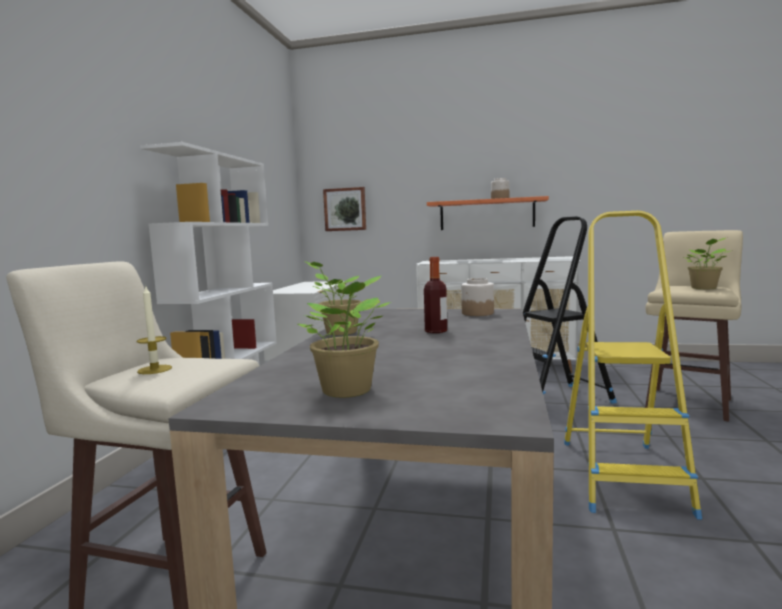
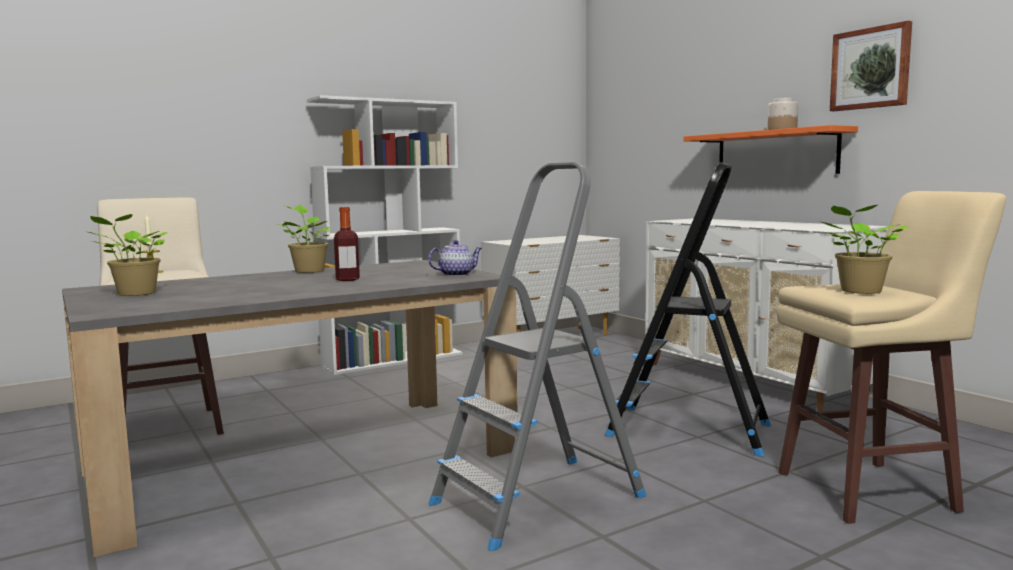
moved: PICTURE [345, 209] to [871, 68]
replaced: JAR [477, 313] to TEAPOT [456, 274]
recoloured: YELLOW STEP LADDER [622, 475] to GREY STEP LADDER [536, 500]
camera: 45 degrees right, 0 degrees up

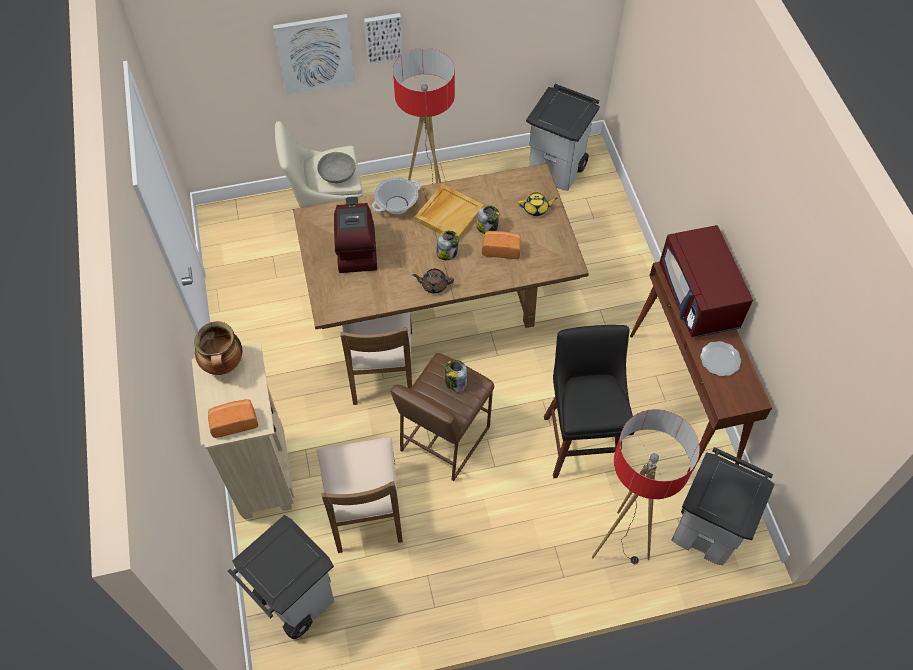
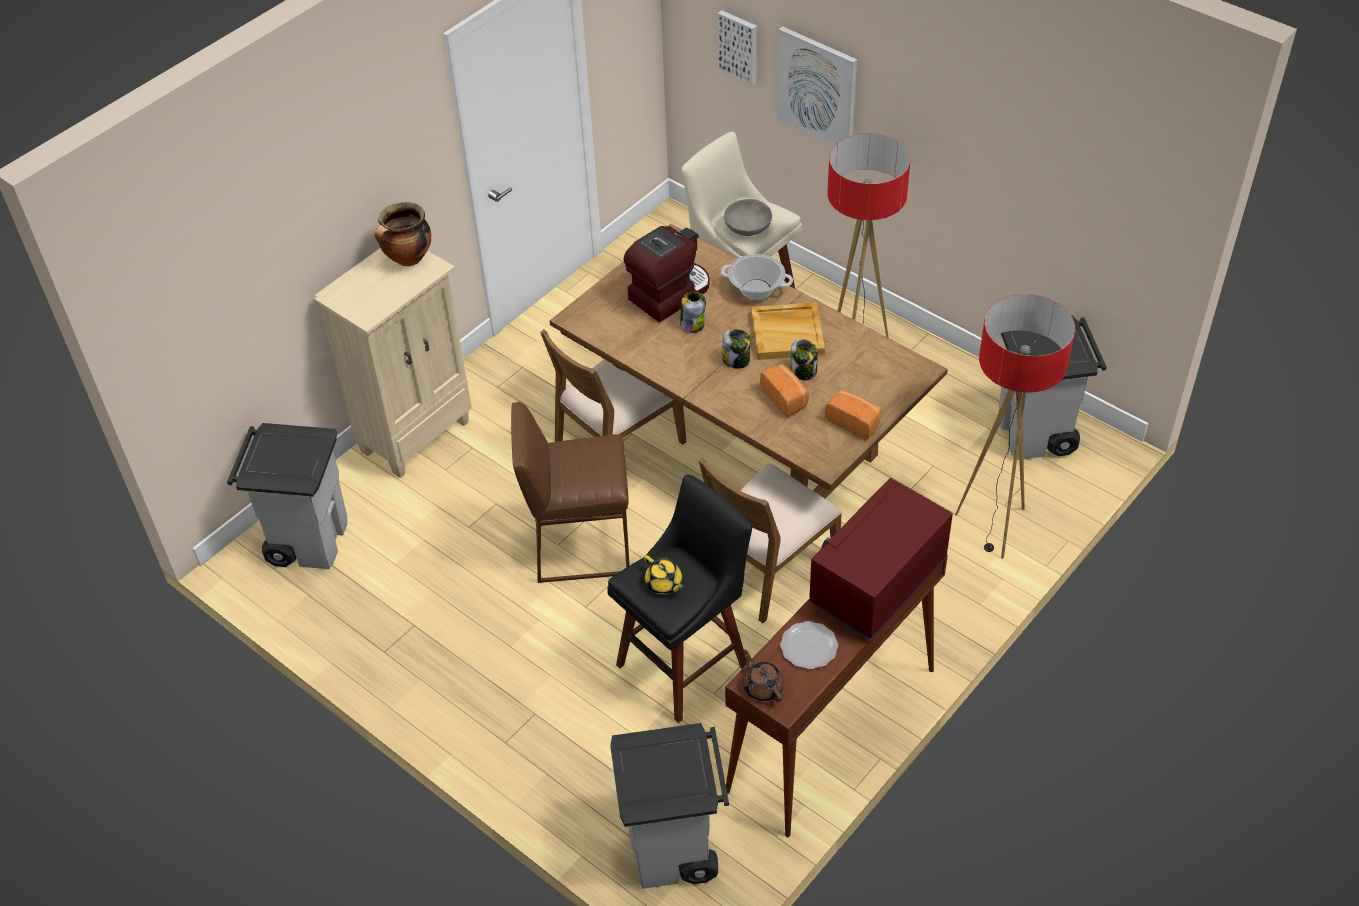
moved: YELLOW TEAPOT [536, 209] to [664, 584]; JAR [455, 382] to [692, 324]; BROWN CHAIR [364, 507] to [768, 568]; PICTURE [383, 37] to [739, 46]; BROWN TEAPOT [434, 285] to [763, 687]; BREAD [234, 422] to [854, 421]; FLOOR LAMP [619, 543] to [993, 527]
camera: 55 degrees right, 10 degrees down

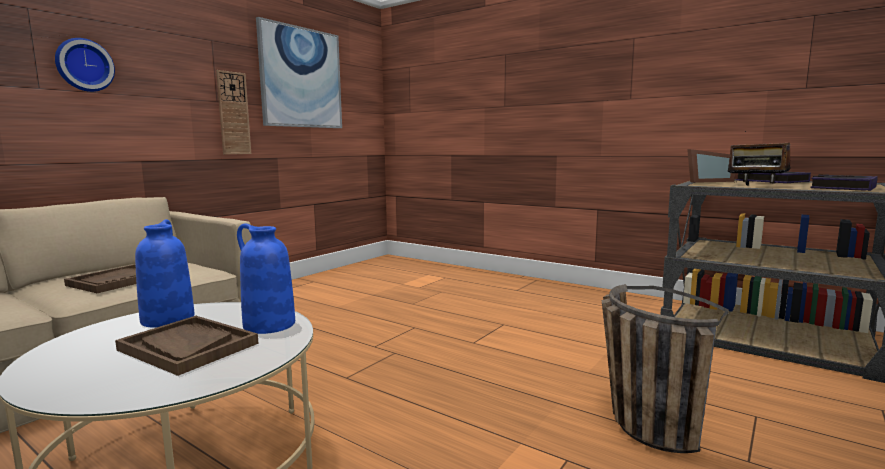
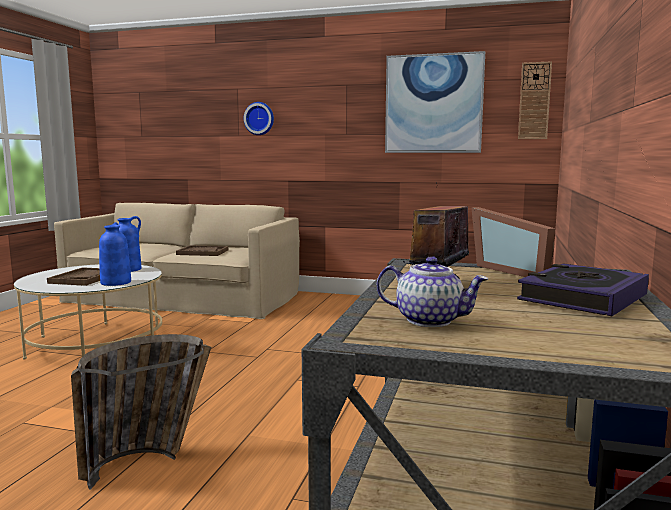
moved: WALL CLOCK [233, 113] to [534, 101]
replaced: BOOK [842, 188] to TEAPOT [430, 320]
camera: 70 degrees right, 0 degrees up

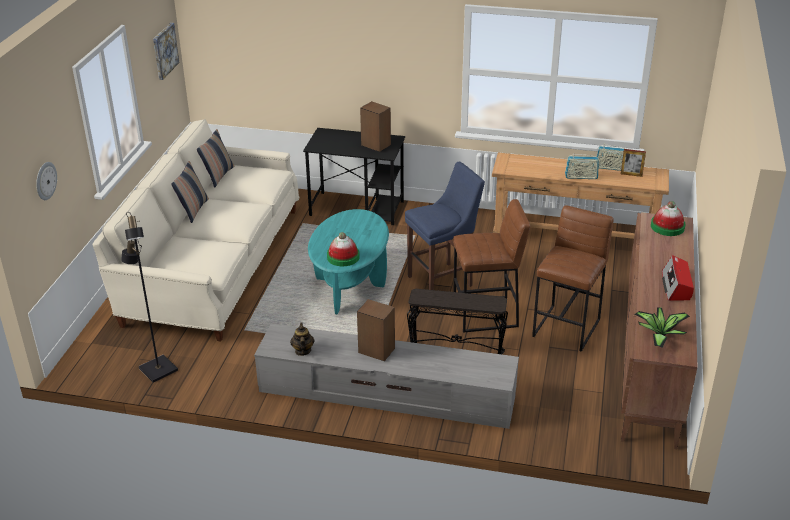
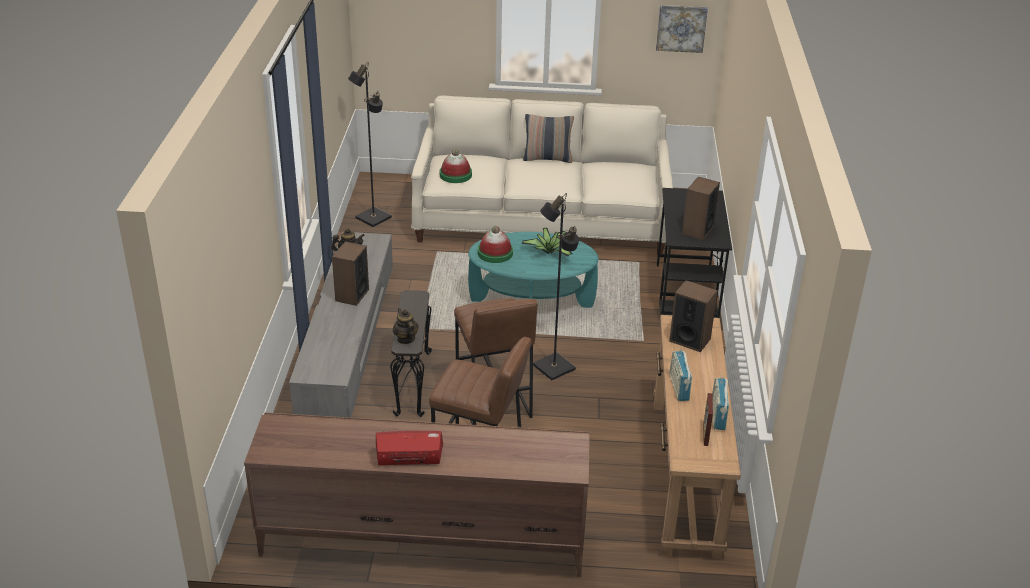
removed: WALL CLOCK [45, 180]; PILLOW [218, 176]
added: TEAPOT [405, 339]; SPEAKER [690, 340]
moved: HAT [667, 227] to [455, 175]; POTTED PLANT [660, 334] to [550, 252]
replaced: BLUE STOOL [443, 280] to BLACK FLOOR LAMP [554, 367]
camera: 80 degrees right, 0 degrees up

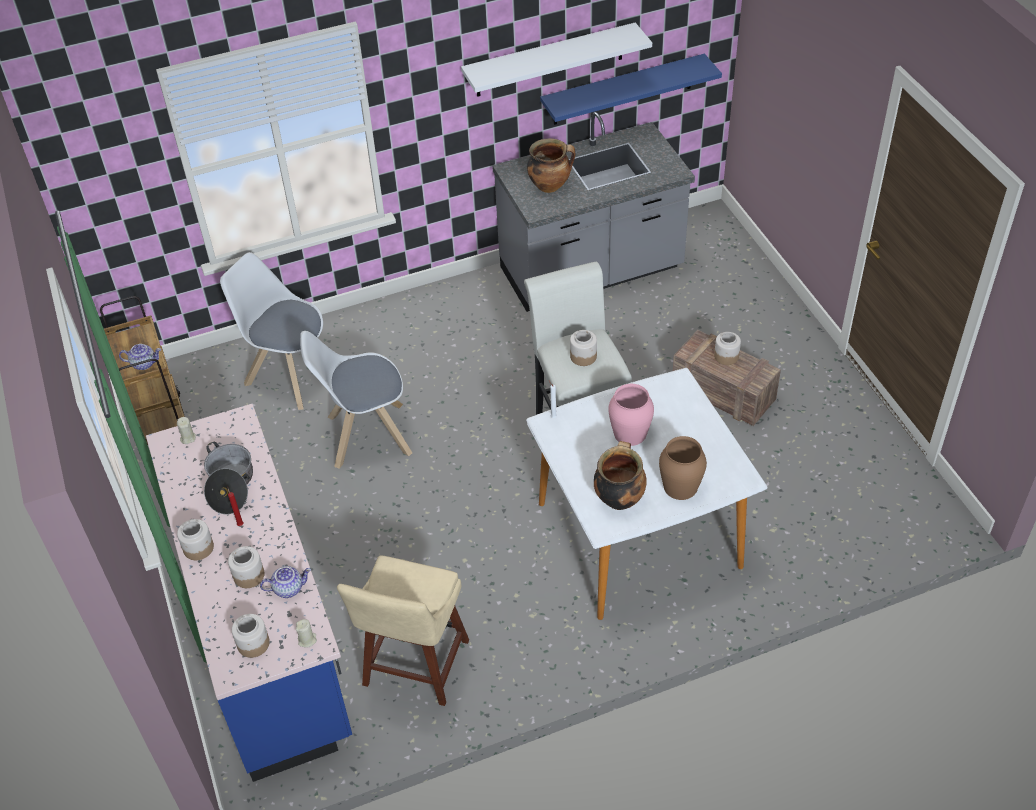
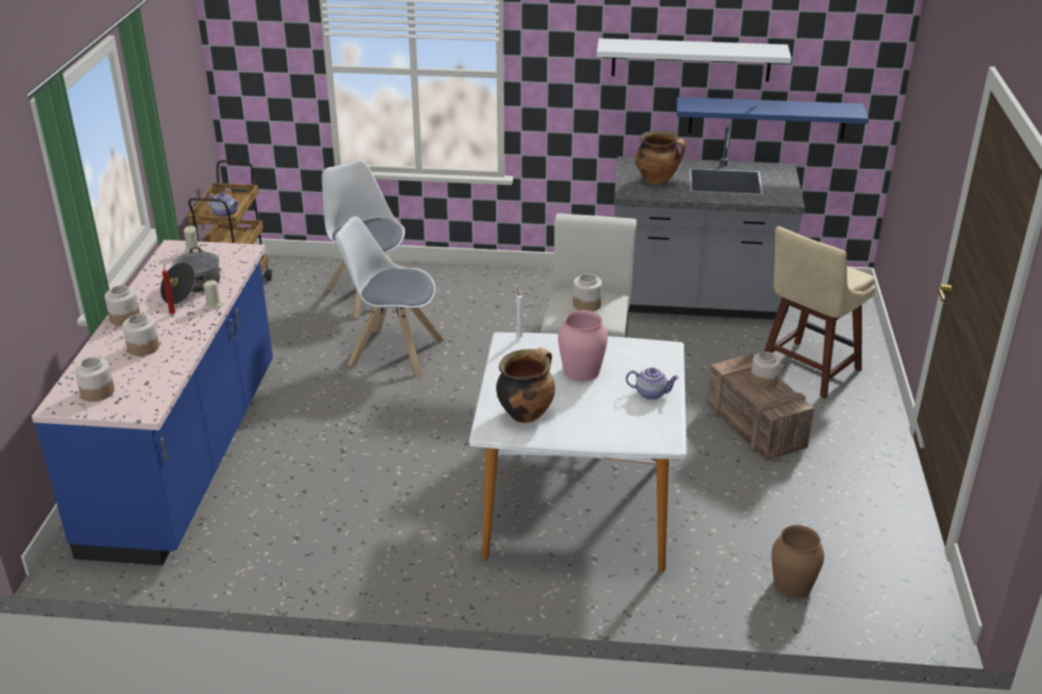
moved: BEIGE CANDLE [307, 640] to [214, 305]; TEAPOT [288, 588] to [651, 393]; BEIGE CHAIR [413, 667] to [806, 371]; BROWN VASE [681, 486] to [792, 585]
camera: 25 degrees right, 15 degrees down

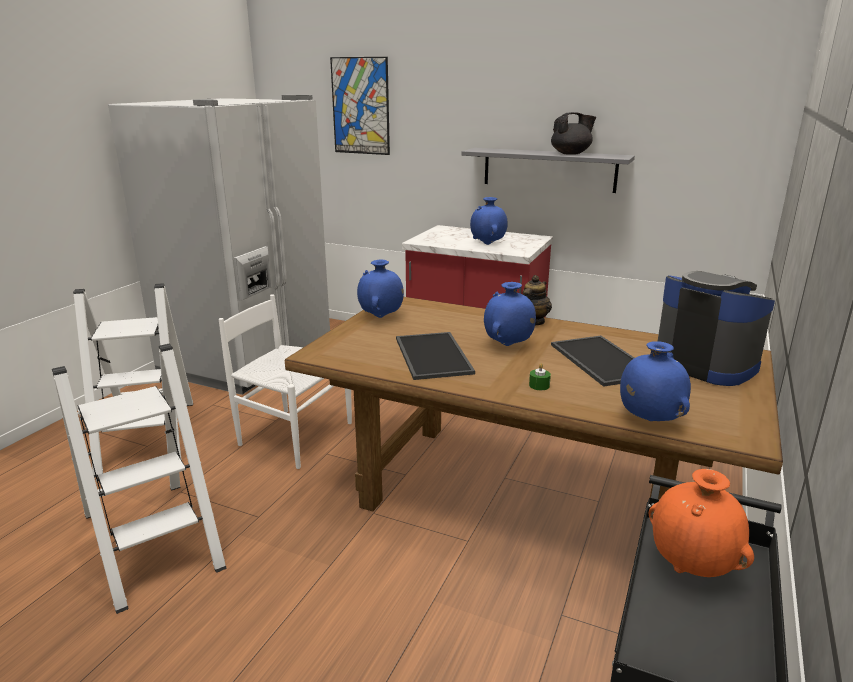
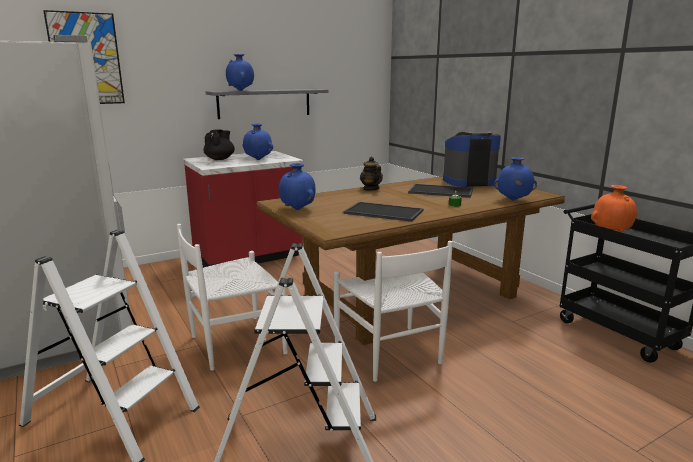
added: WHITE CHAIR [390, 354]
moved: BLACK TEAPOT [571, 154] to [220, 159]; BLUE VASE [508, 345] to [241, 90]
camera: 55 degrees left, 5 degrees down

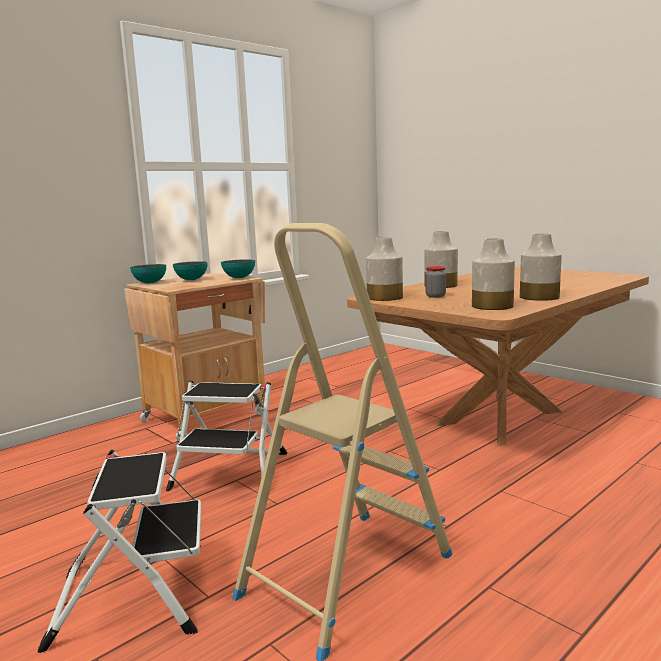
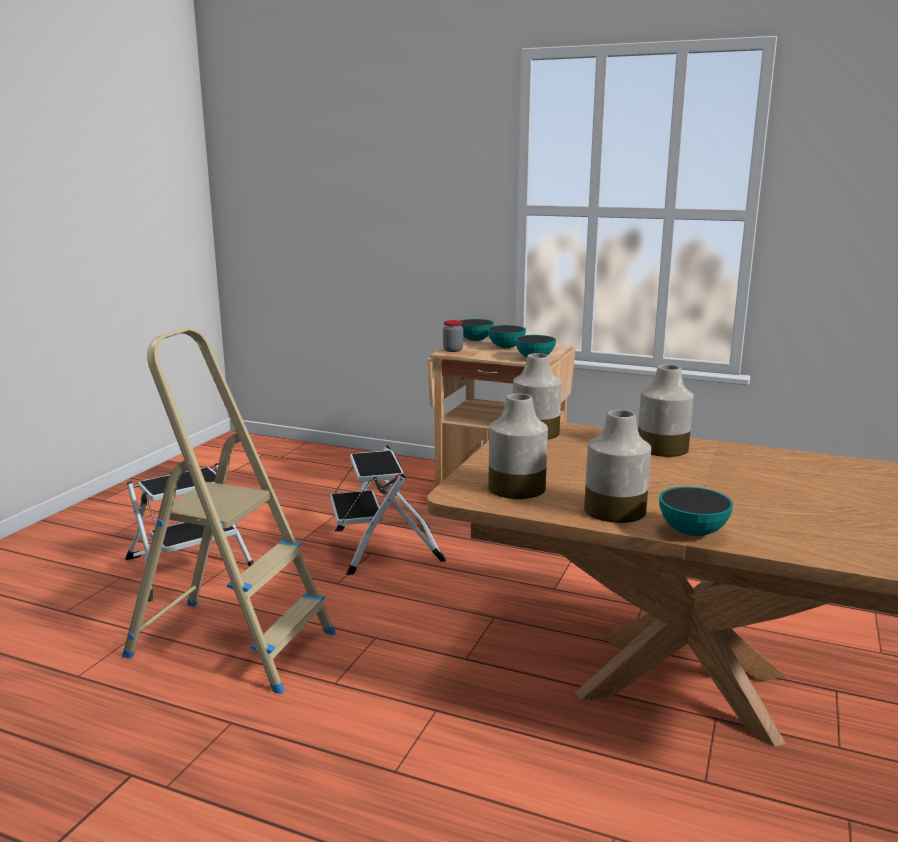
added: BOWL [692, 532]
moved: JAR [435, 296] to [453, 350]
camera: 65 degrees right, 5 degrees up

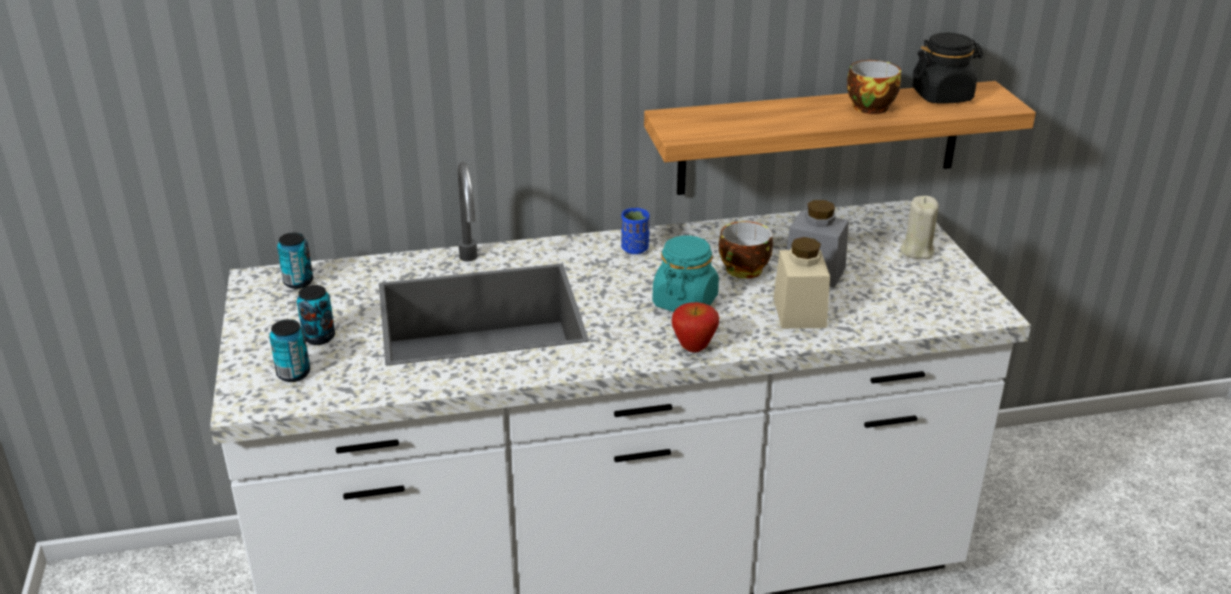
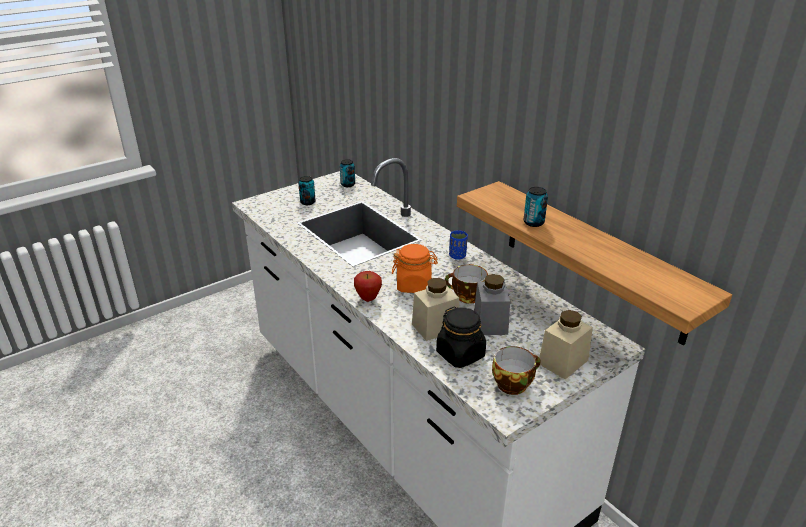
moved: BLACK JAR [942, 96] to [460, 354]; CUP [868, 106] to [513, 383]; CAN [293, 374] to [533, 222]
replaced: BEIGE CANDLE [916, 251] to BEIGE JAR [563, 362]
recoloured: TURQUOISE JAR [685, 302] to ORANGE JAR [414, 285]
camera: 65 degrees right, 0 degrees up

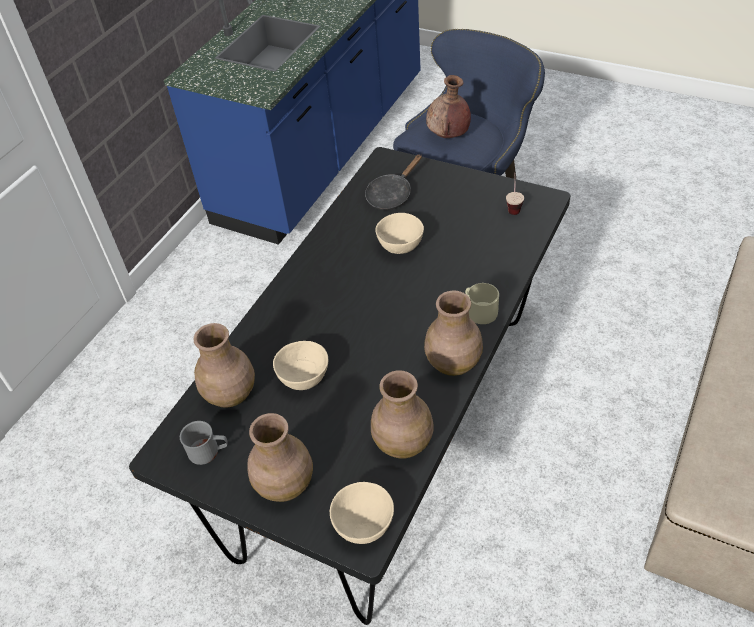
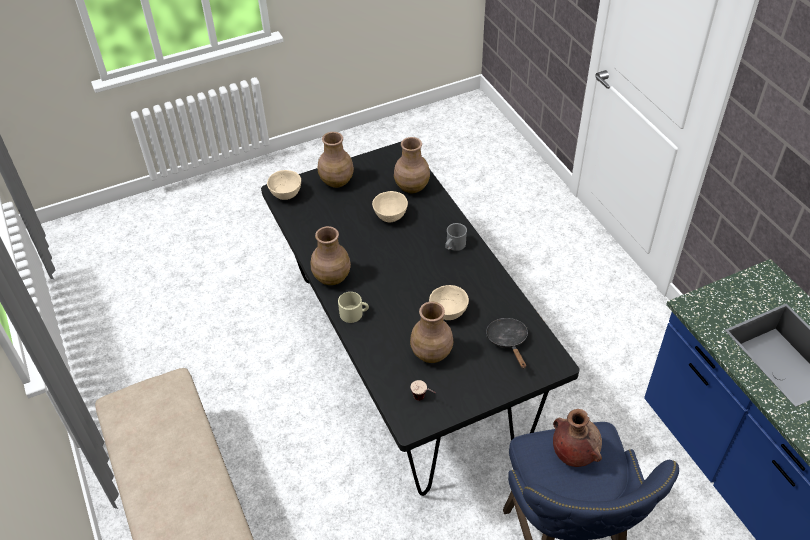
moved: BROWN VASE [403, 442] to [431, 354]; GREY MUG [208, 451] to [454, 246]
camera: 125 degrees right, 0 degrees up

